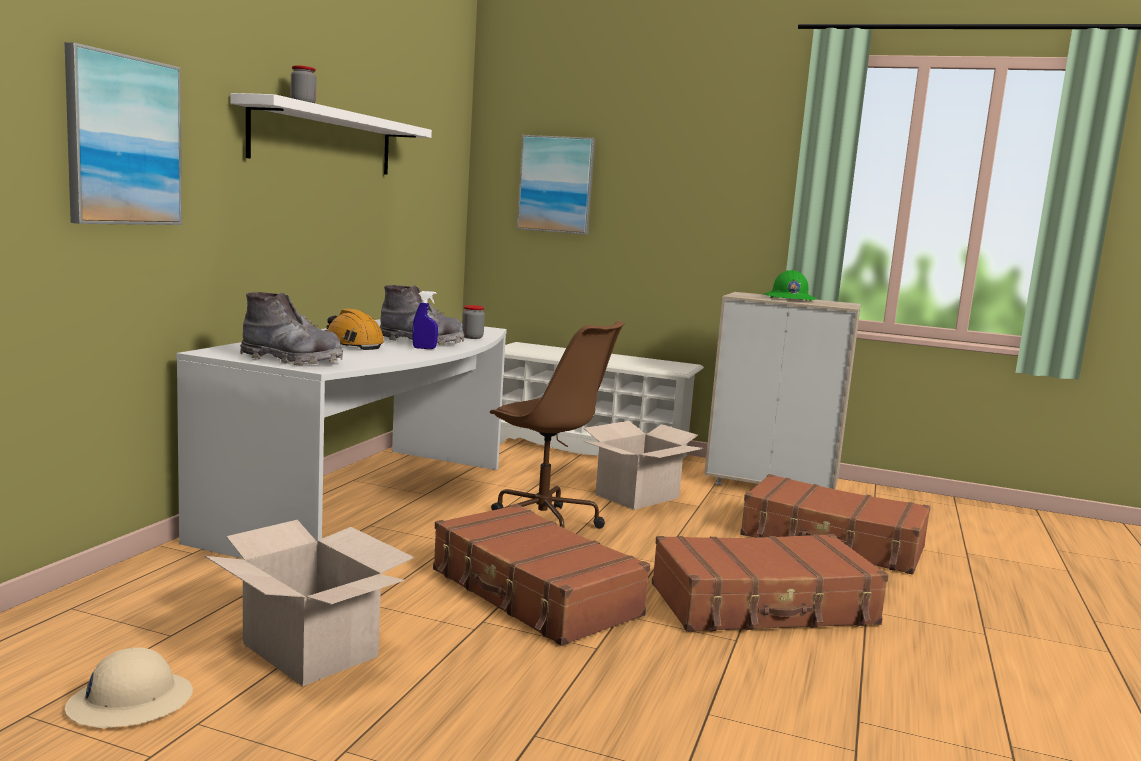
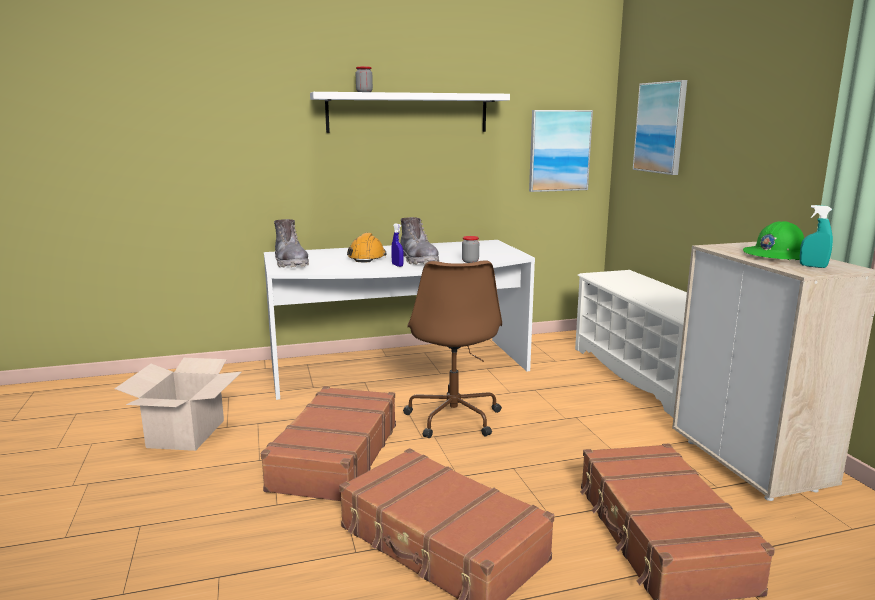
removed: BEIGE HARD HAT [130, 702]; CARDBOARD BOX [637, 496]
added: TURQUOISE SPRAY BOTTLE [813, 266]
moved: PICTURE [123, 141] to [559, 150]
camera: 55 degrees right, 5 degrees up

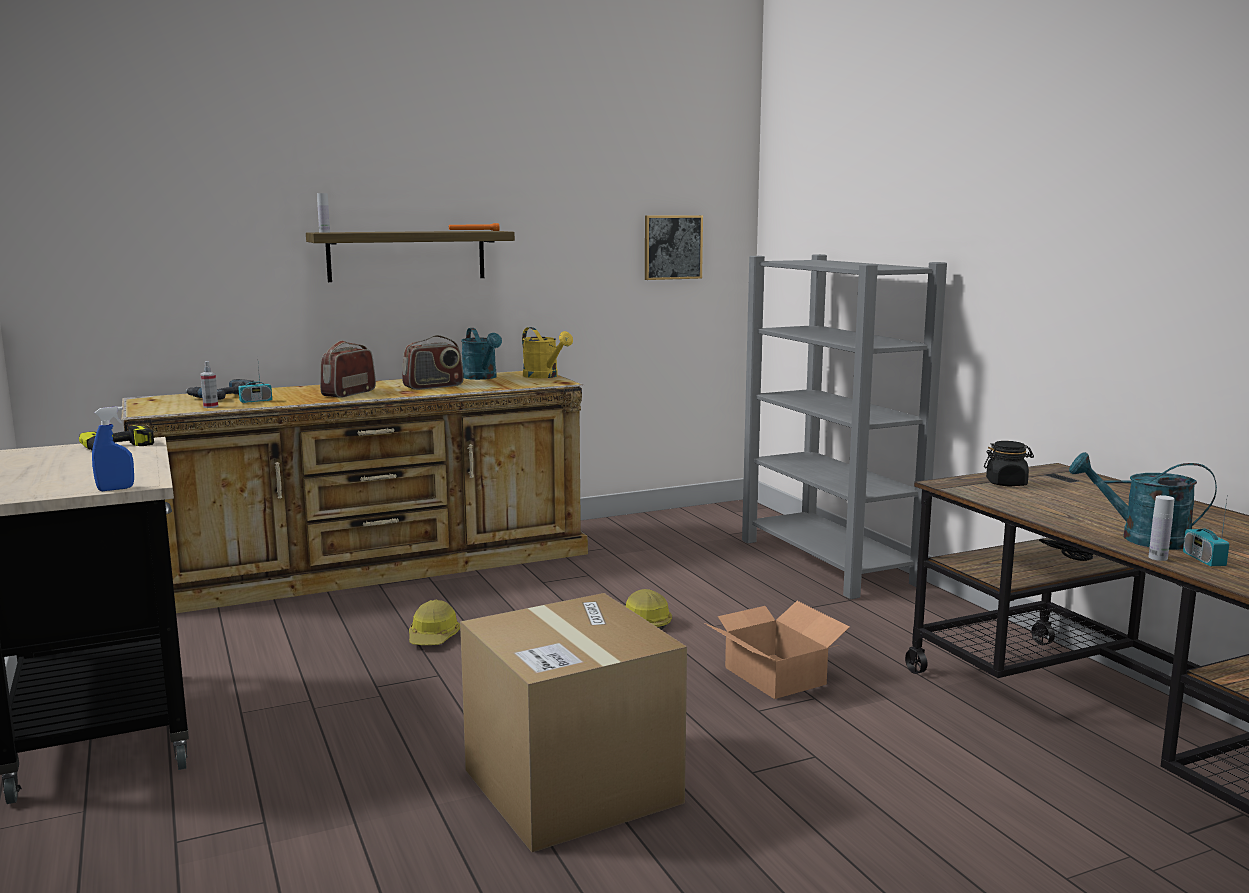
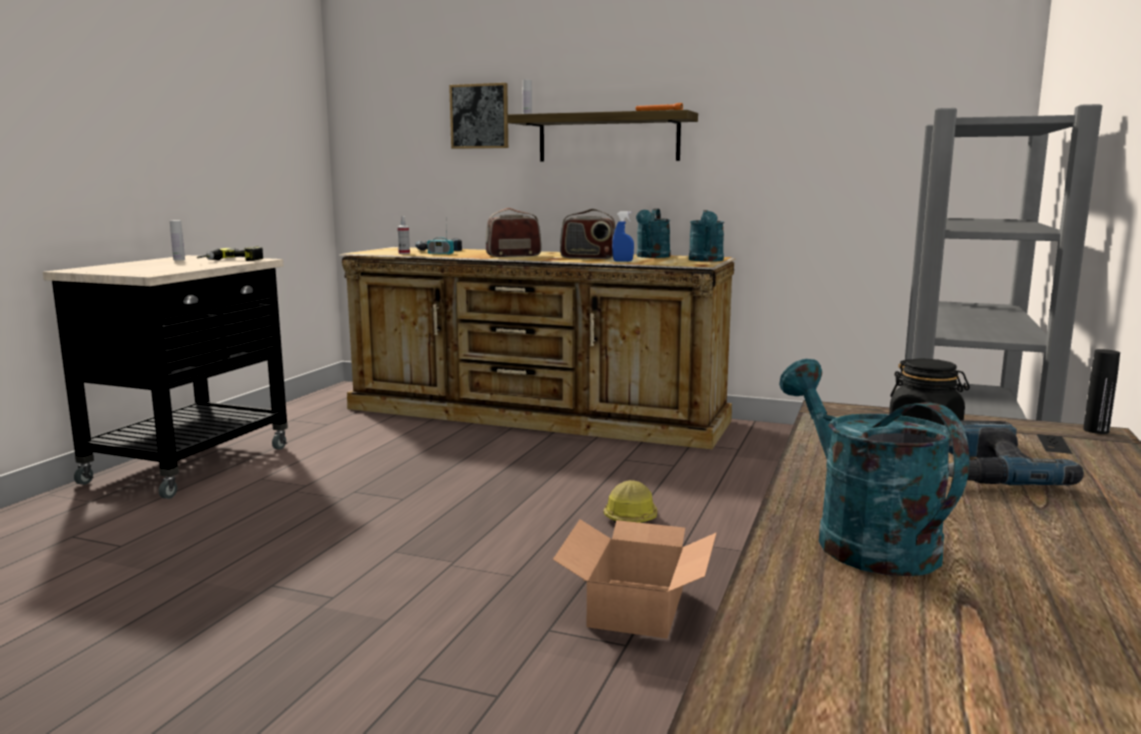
removed: HARD HAT [434, 637]; CARDBOARD BOX [572, 786]; RADIO [1203, 559]
added: POWER DRILL [986, 469]; BLACK BOTTLE [1096, 430]
moved: WHITE BOTTLE [1158, 558] to [179, 260]; PICTURE [672, 247] to [479, 116]; BLUE SPRAY BOTTLE [115, 489] to [622, 261]
recoloured: YELLOW WATERING CAN [544, 376] to TURQUOISE WATERING CAN [706, 260]
camera: 45 degrees right, 0 degrees up

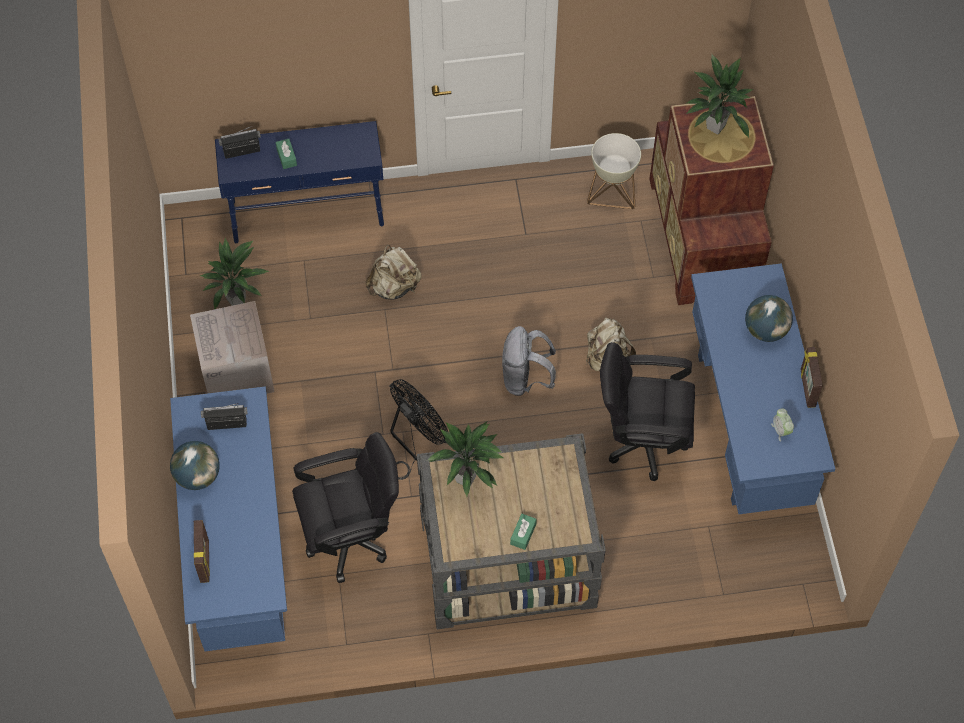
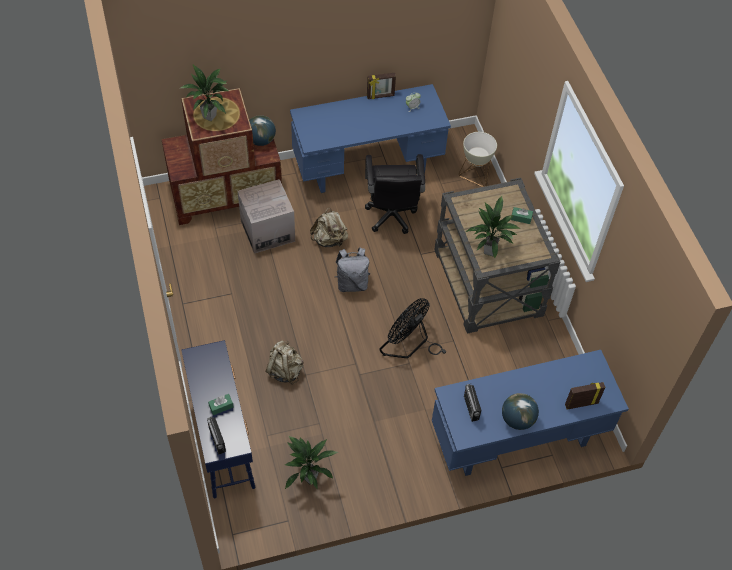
removed: BLACK OFFICE CHAIR [352, 540]
moved: CARDBOARD BOX [236, 371] to [267, 231]; GLOBE [765, 330] to [261, 141]; PLANTER [612, 194] to [474, 175]
camera: 100 degrees left, 5 degrees down

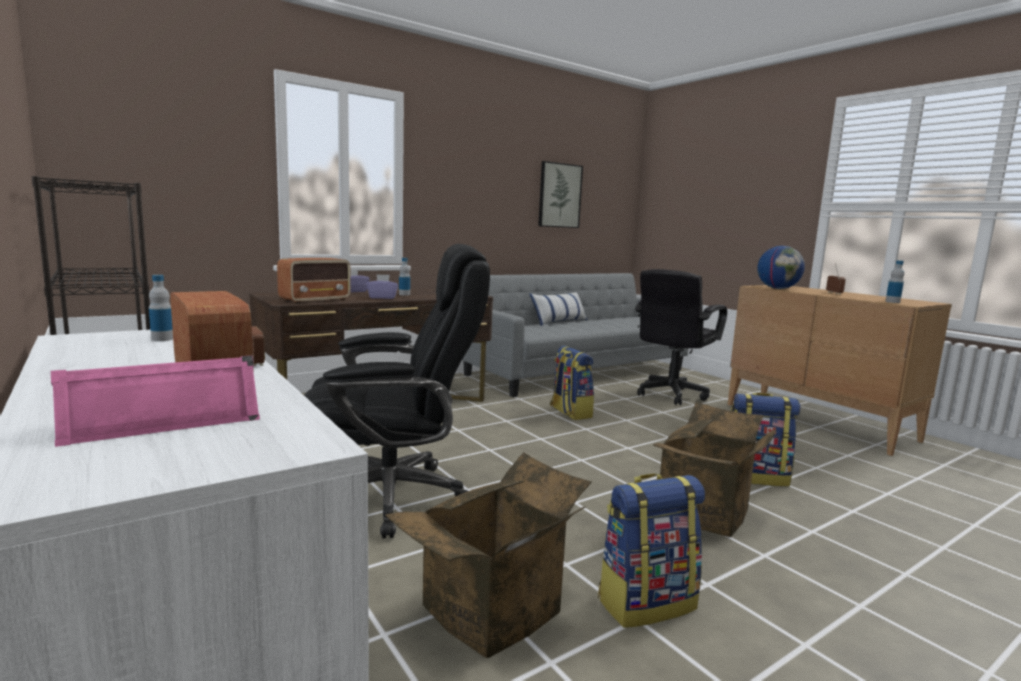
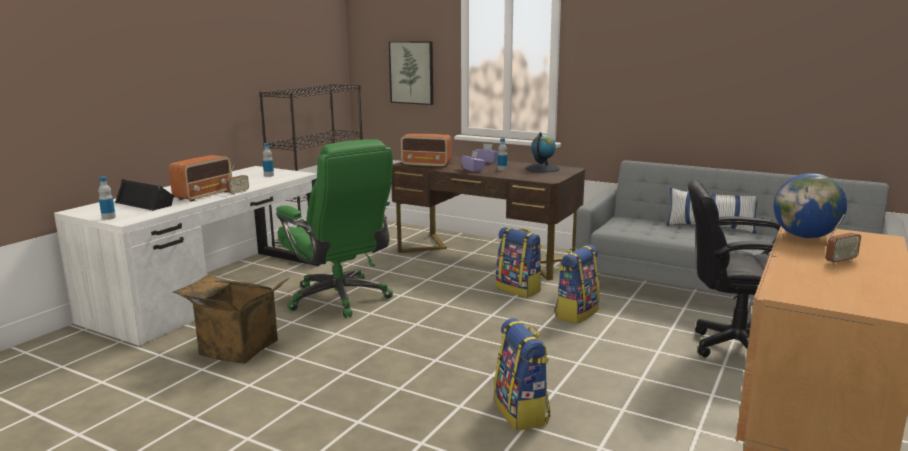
removed: CARDBOARD BOX [706, 513]
added: GLOBE [542, 168]
moved: BOTTLE [892, 302] to [108, 218]; PICTURE [559, 195] to [412, 72]; BACKPACK [646, 602] to [519, 289]
recoloured: PINK SPEAKER [163, 420] to BLACK SPEAKER [146, 203]; BLACK OFFICE CHAIR [390, 497] to GREEN OFFICE CHAIR [339, 298]
camera: 65 degrees right, 5 degrees up

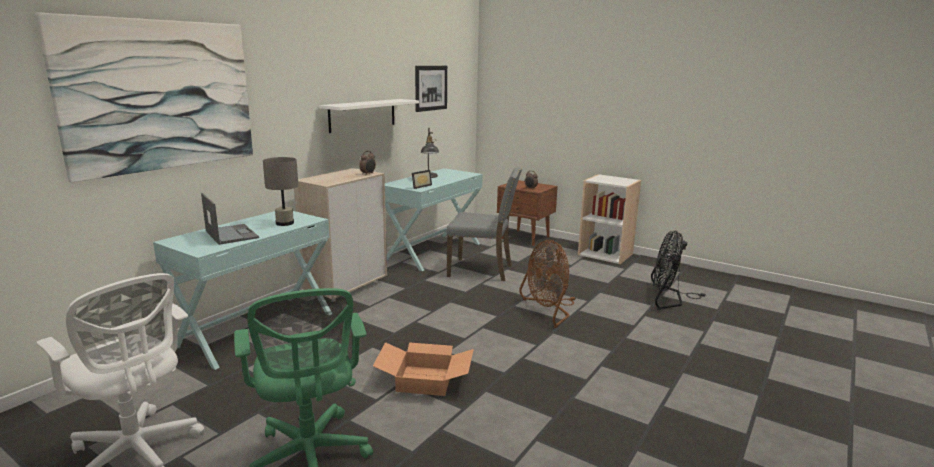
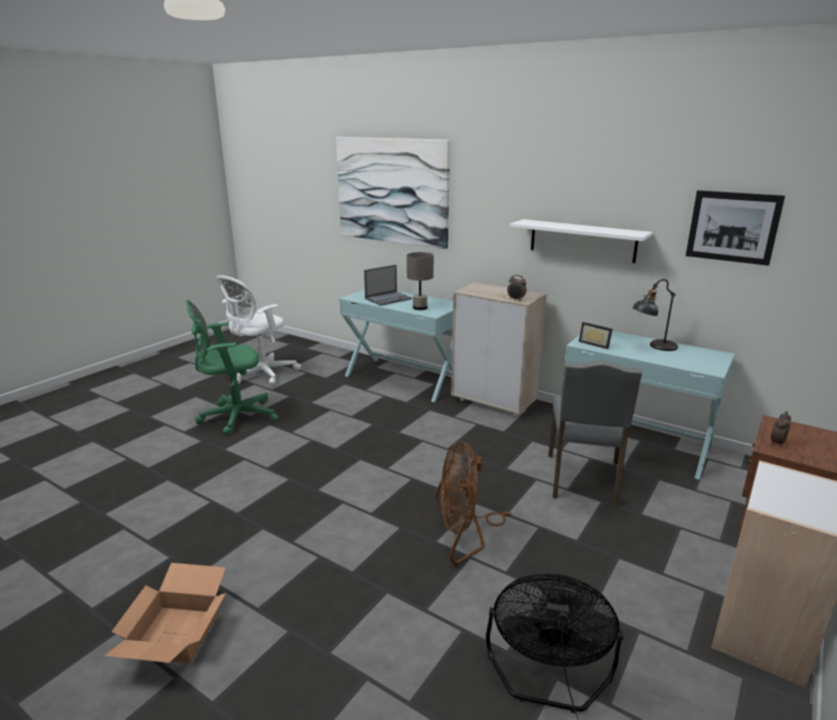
moved: CARDBOARD BOX [425, 380] to [176, 635]
turned: BROWN FAN [550, 310] = [465, 531] 75 degrees counterclockwise
camera: 90 degrees right, 5 degrees up

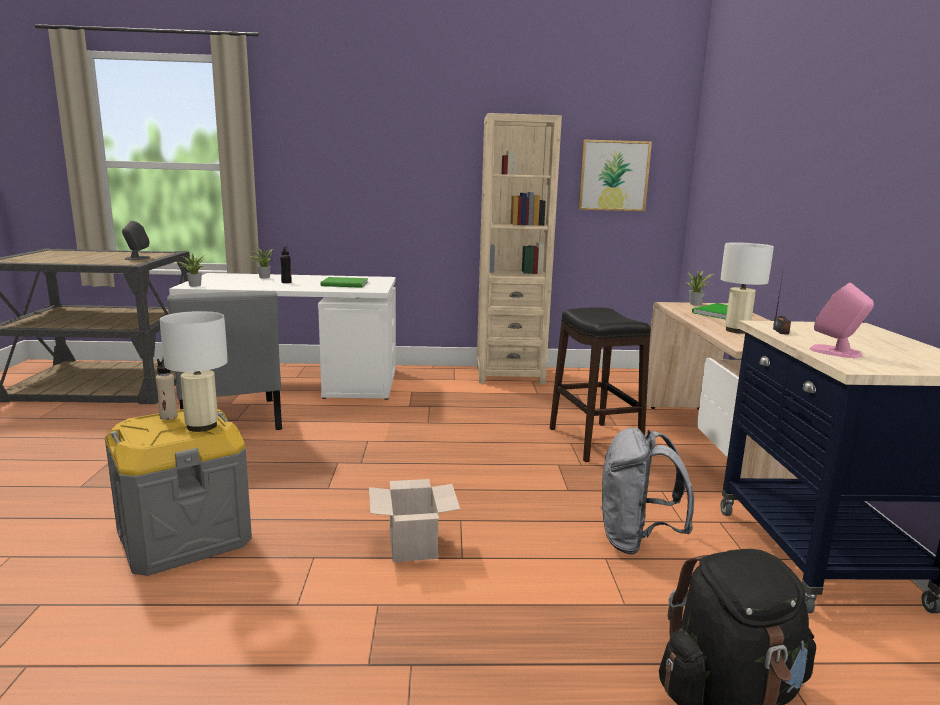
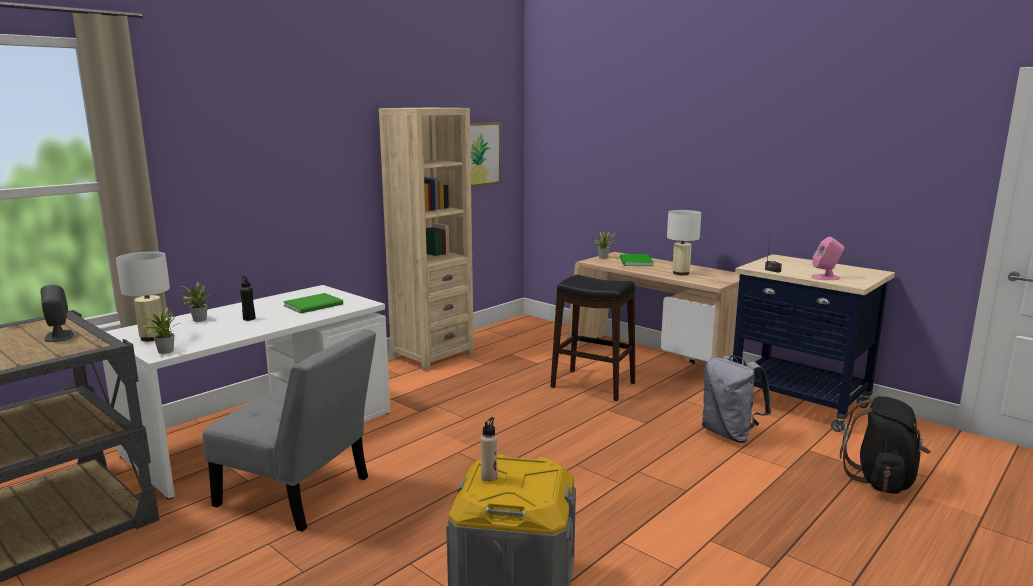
removed: CARDBOARD BOX [414, 546]
moved: WHITE TABLE LAMP [201, 426] to [151, 338]
camera: 45 degrees left, 0 degrees up

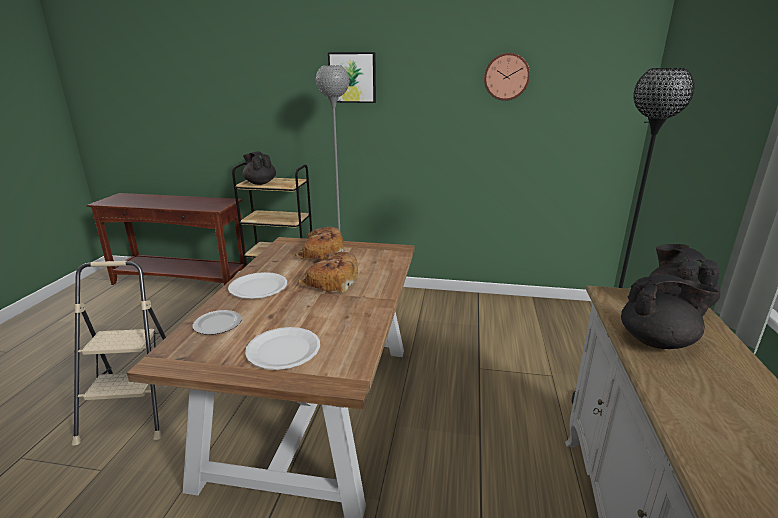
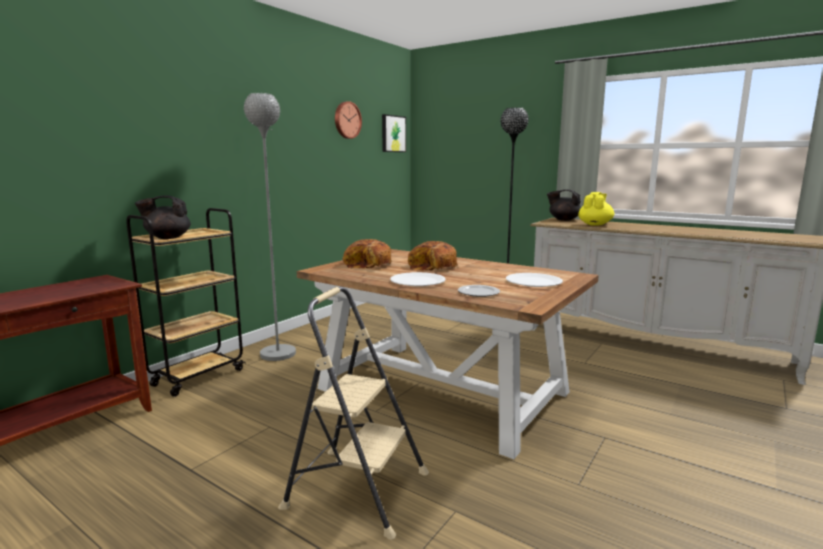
moved: PICTURE [352, 77] to [393, 134]
recoloured: BLACK TEAPOT [657, 341] to YELLOW TEAPOT [595, 224]
camera: 65 degrees left, 10 degrees down

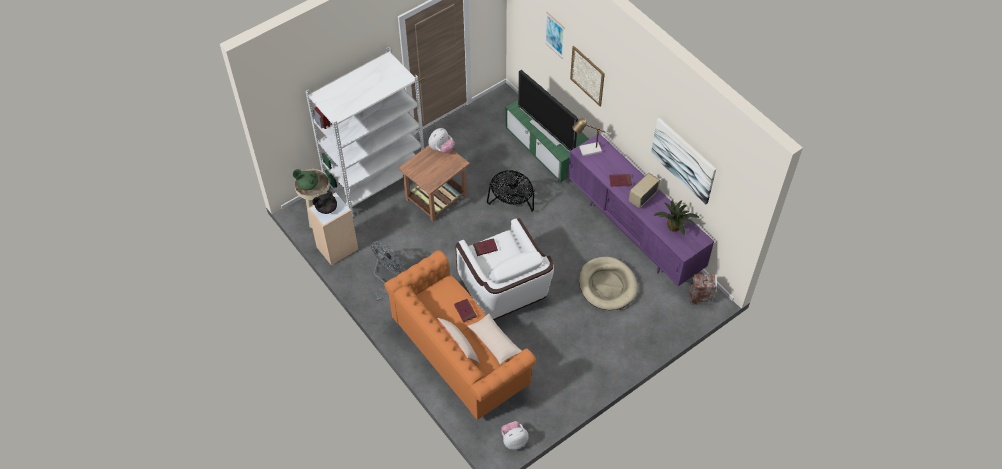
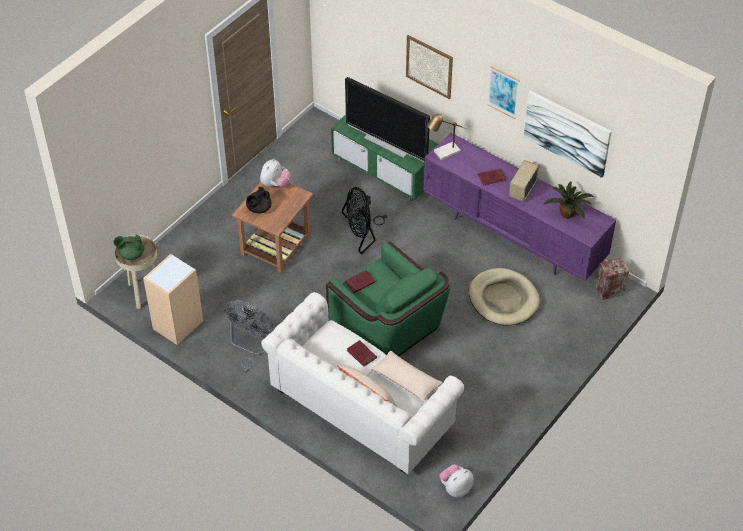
removed: WHITE BOOKCASE [376, 181]
moved: BLACK TEAPOT [326, 208] to [258, 209]; PICTURE [554, 35] to [503, 92]
recoloured: ORANGE SOFA [460, 353] to WHITE SOFA [362, 408]; WHITE ARMCHAIR [505, 287] to GREEN ARMCHAIR [388, 326]
turned: BLACK FAN [510, 200] = [363, 231] 75 degrees clockwise
camera: 15 degrees left, 5 degrees down

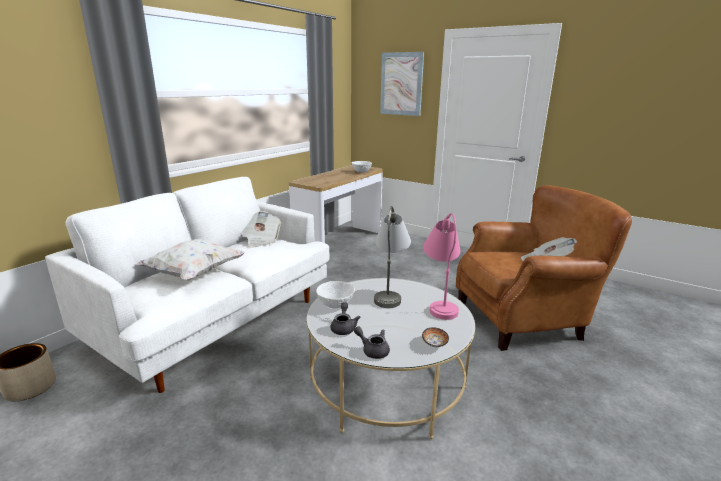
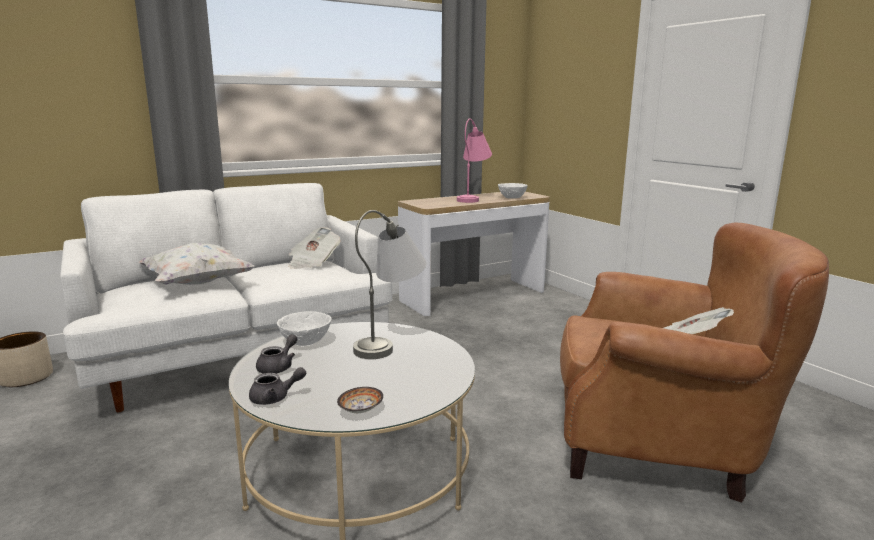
removed: PICTURE [401, 84]
moved: PINK TABLE LAMP [440, 302] to [473, 198]
turned: GREY TEAPOT [373, 350] = [275, 398] 105 degrees clockwise
camera: 25 degrees right, 5 degrees down

